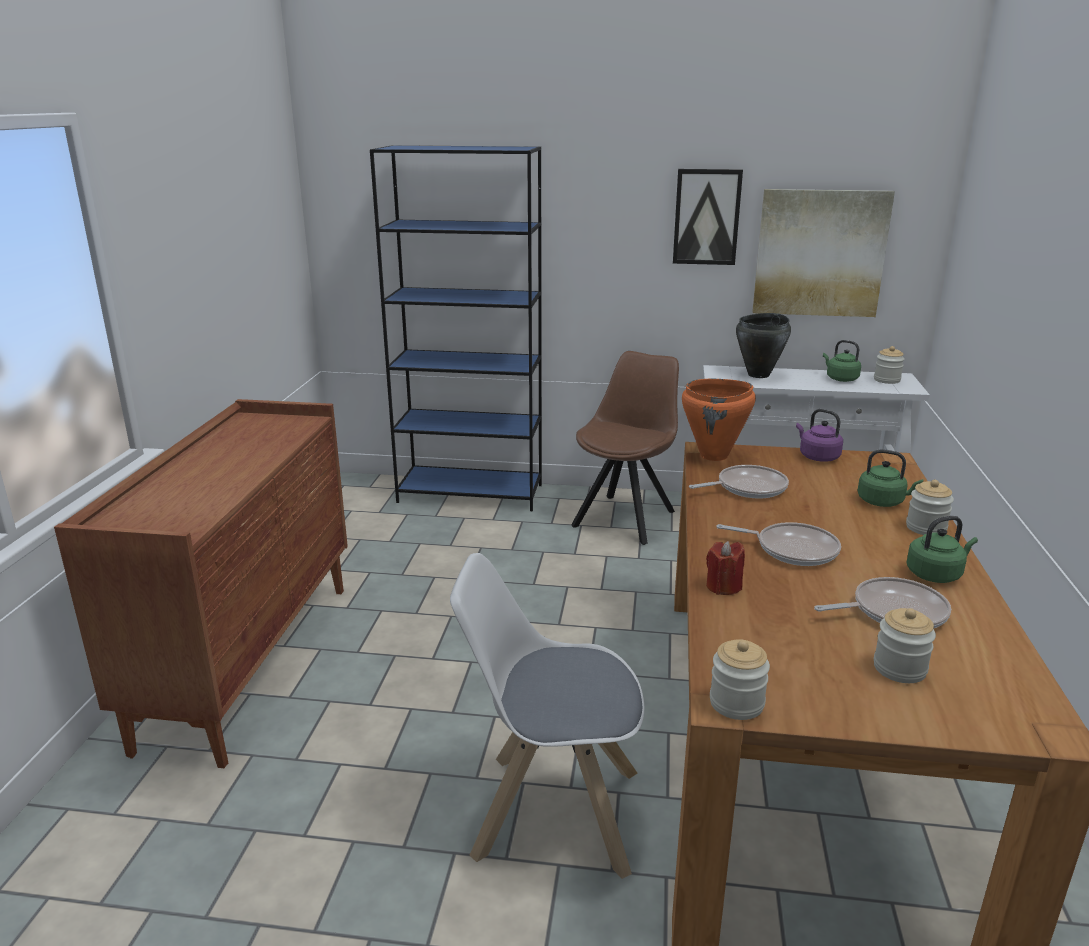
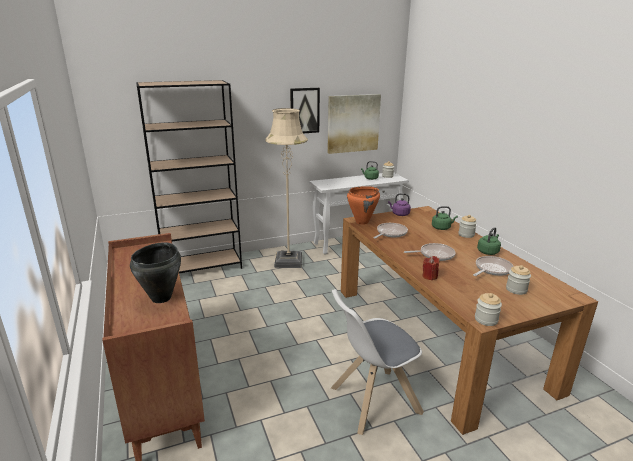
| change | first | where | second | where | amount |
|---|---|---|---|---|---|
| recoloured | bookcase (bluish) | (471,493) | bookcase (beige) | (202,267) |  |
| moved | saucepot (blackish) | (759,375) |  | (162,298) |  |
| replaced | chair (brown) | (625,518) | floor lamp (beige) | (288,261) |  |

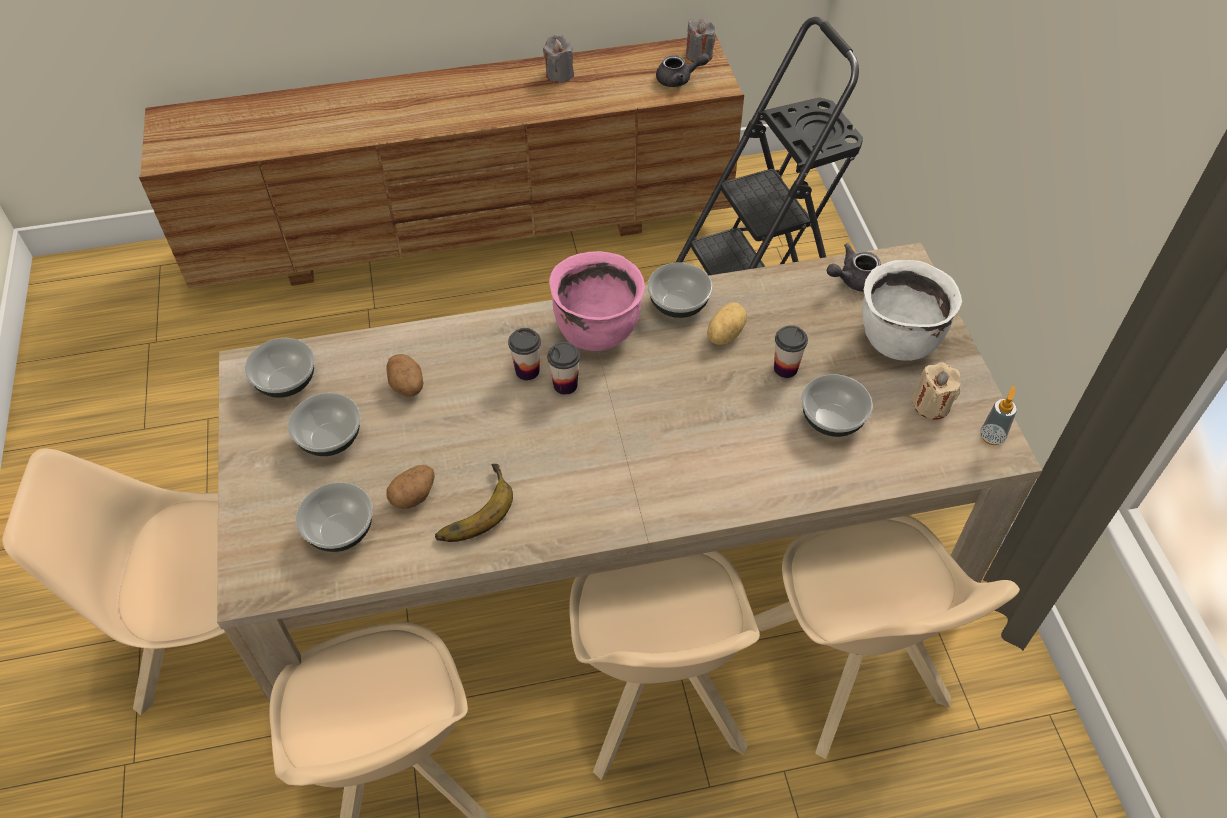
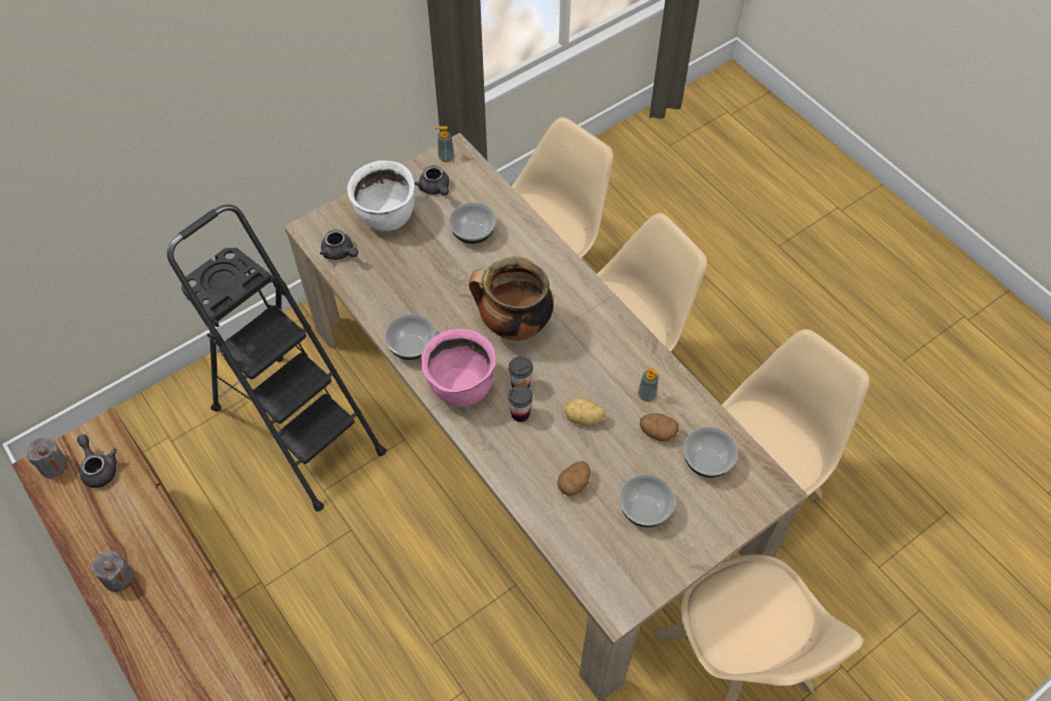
| change | first | where | second | where | amount |
|---|---|---|---|---|---|
| moved | potato | (724,334) |  | (583,419) |  |
| removed | drinking cup | (785,368) |  |  |  |
| removed | serving bowl | (287,381) |  |  |  |
| replaced | wax light (beige) | (931,405) | teapot (gray) | (435,189) |  |
| replaced | whole banana | (471,508) | soap dispenser | (647,395) |  |
| added |  |  | saucepot | (513,326) |  |

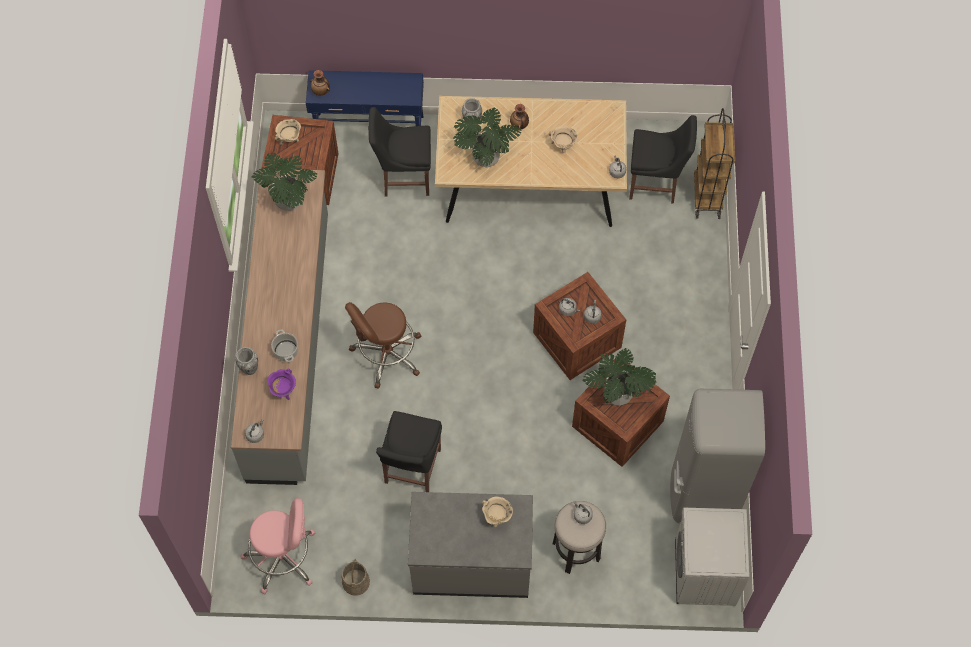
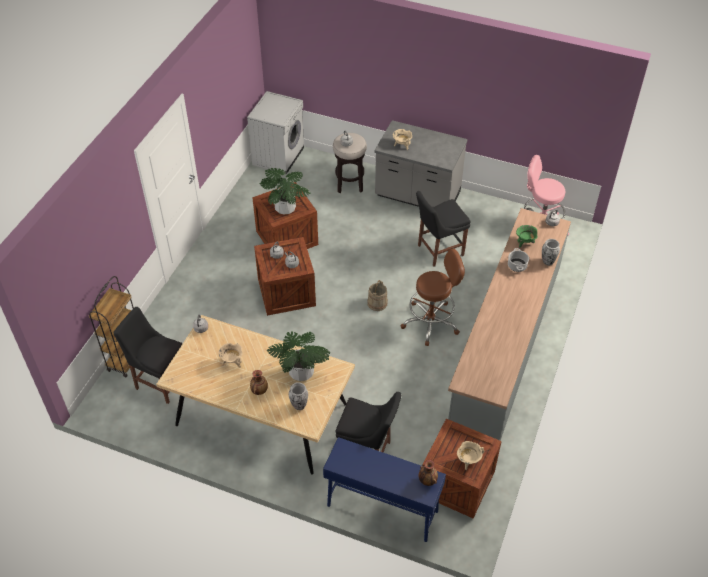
| change | first | where | second | where | amount |
|---|---|---|---|---|---|
| removed | houseplant | (289,200) |  |  |  |
| recoloured | saucepot (purple) | (283,390) | saucepot (green-coloured) | (525,243) |  |
| removed | refrigerator (gray) | (701,495) |  |  |  |
| turned | chair (blackish) | (411,469) |  | (438,251) | 150 degrees counterclockwise |
| moved | water bucket (beige) | (355,582) |  | (377,303) |  |

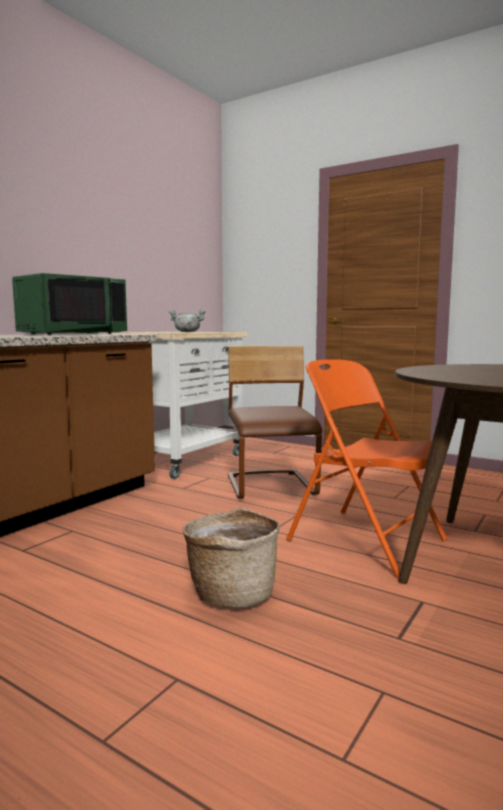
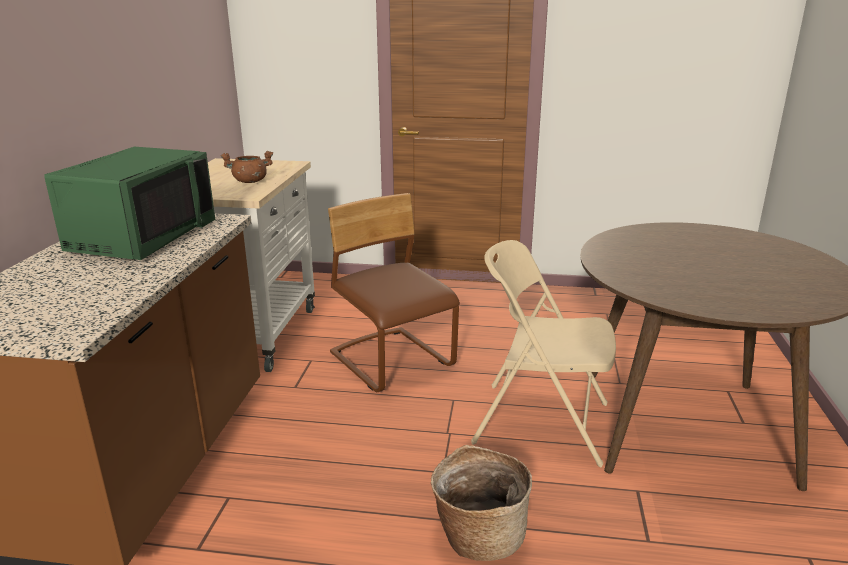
| change | first | where | second | where | amount |
|---|---|---|---|---|---|
| recoloured | saucepot (gray) | (187,332) | saucepot (brown) | (250,181) |  |
| recoloured | chair (orange-coloured) | (366,540) | chair (beige) | (542,422) |  |

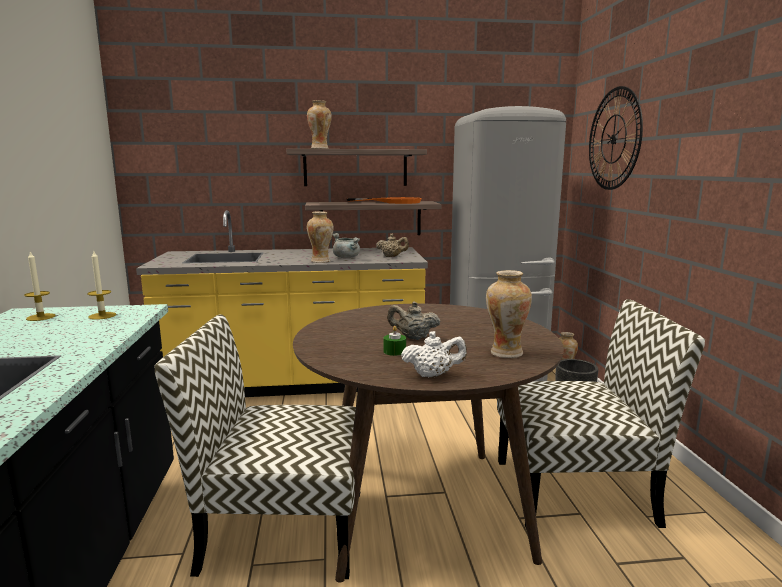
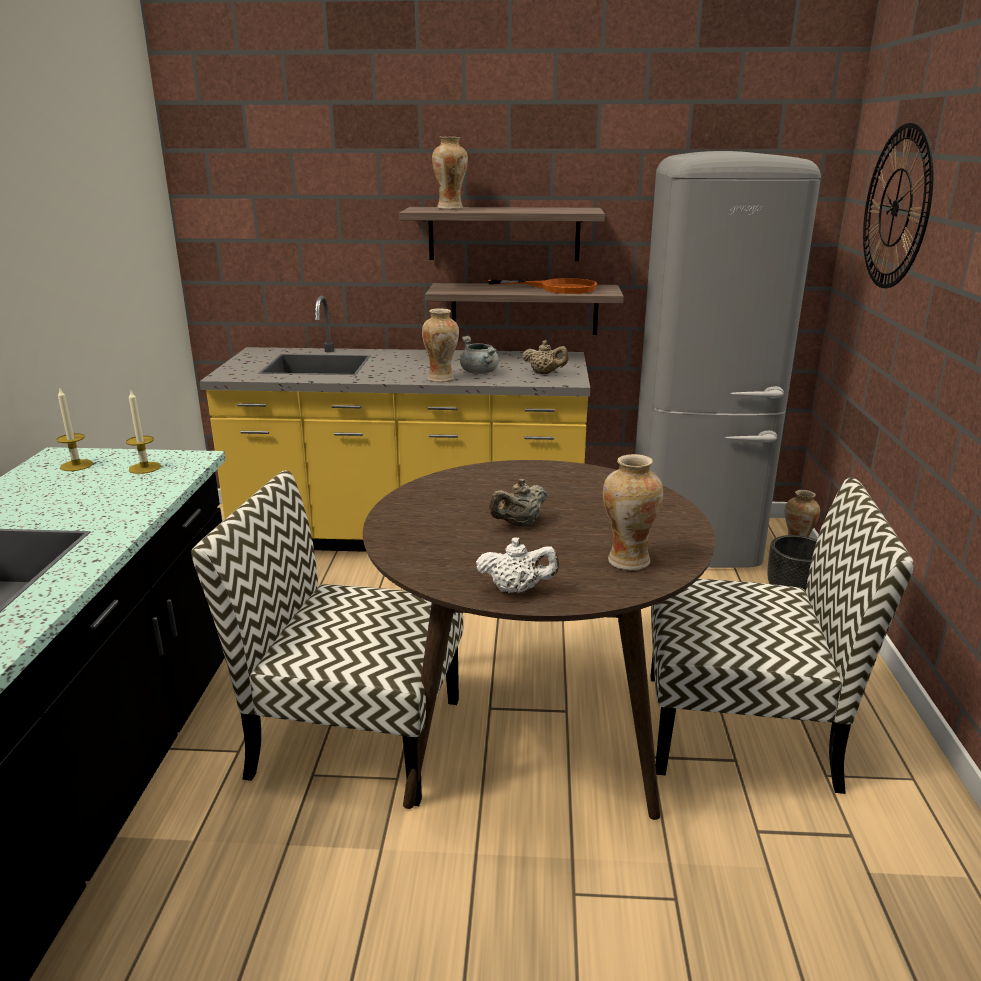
| change | first | where | second | where | amount |
|---|---|---|---|---|---|
| turned | teapot (beige) | (413,337) |  | (519,524) | 60 degrees counterclockwise |
| removed | wax light (green-coloured) | (394,351) |  |  |  |

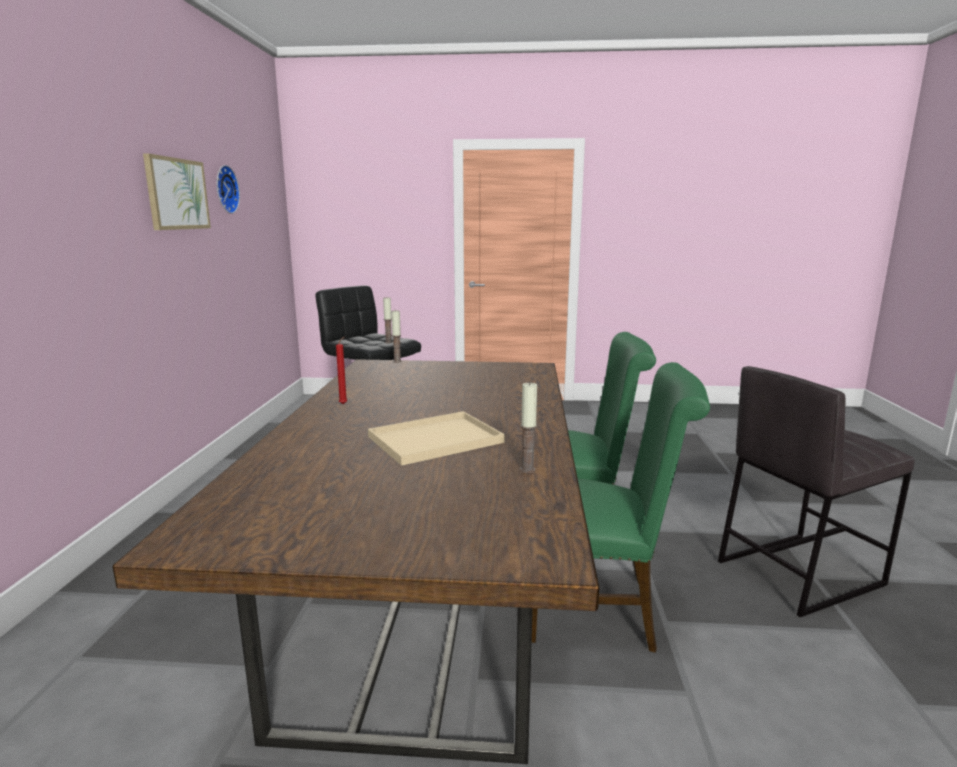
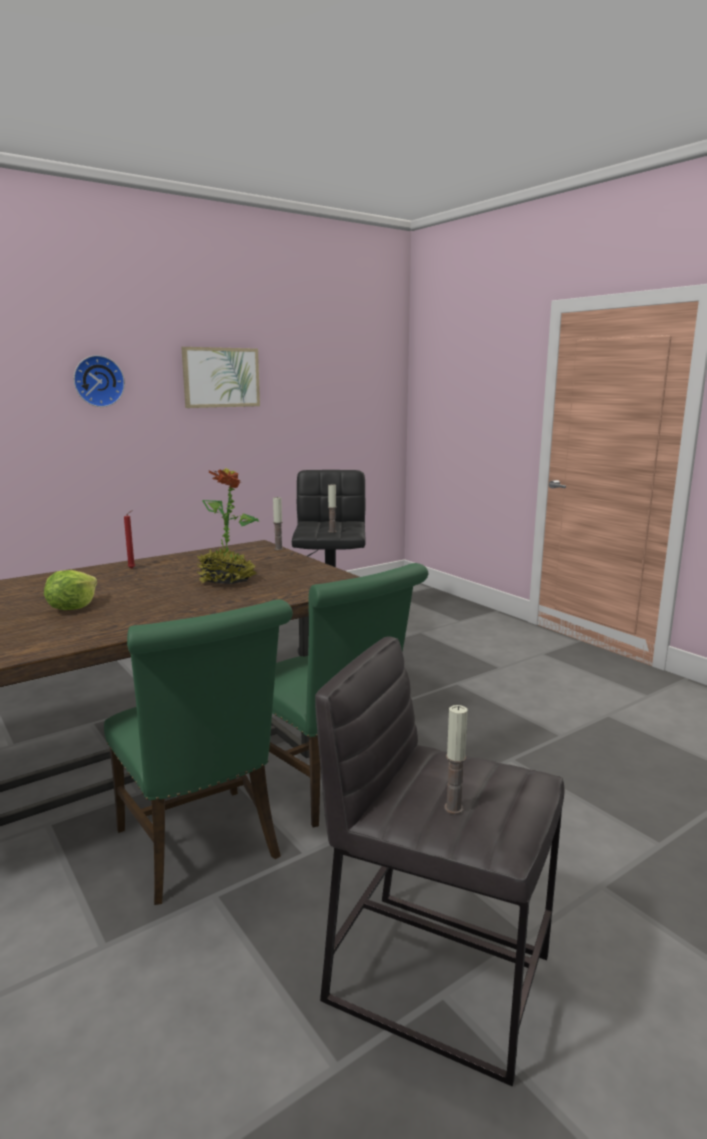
| change | first | where | second | where | amount |
|---|---|---|---|---|---|
| moved | hanging clock | (224,189) |  | (98,381) |  |
| moved | wax light | (527,469) |  | (453,808) |  |
| replaced | carrying tray (beige) | (433,440) | head of lettuce | (72,608) |  |
| added |  |  | houseplant | (227,581) |  |

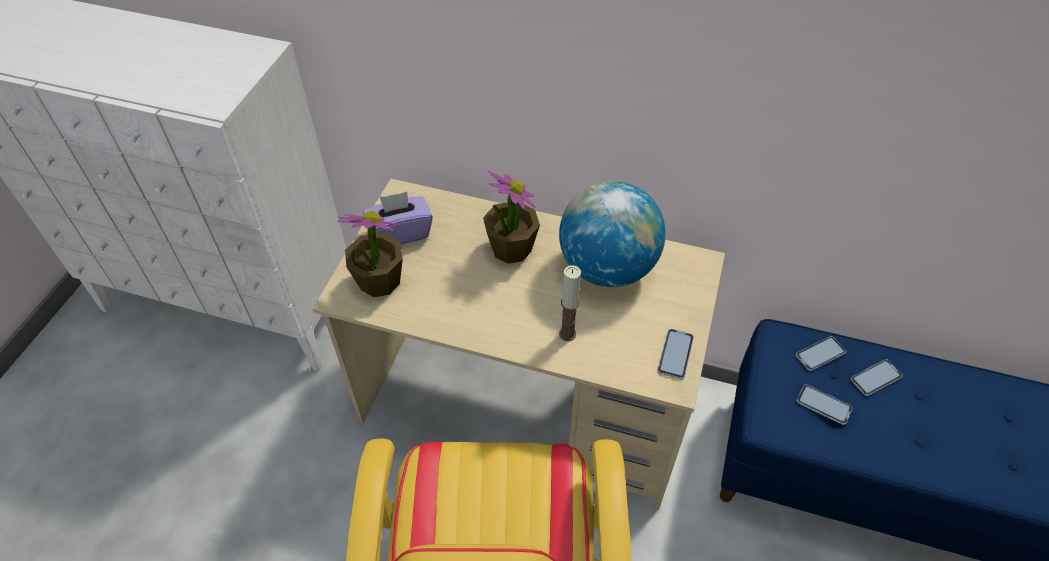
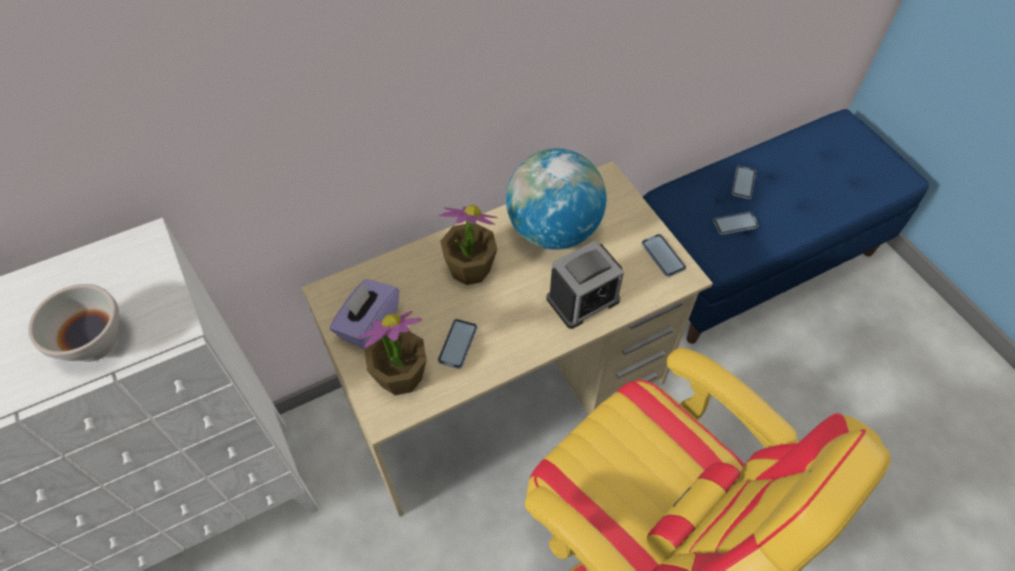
| change | first | where | second | where | amount |
|---|---|---|---|---|---|
| replaced | wax light | (567,334) | table clock | (583,299) |  |
| moved | handset | (820,354) |  | (457,344) |  |
| added |  |  | serving bowl (whitish) | (92,343) |  |

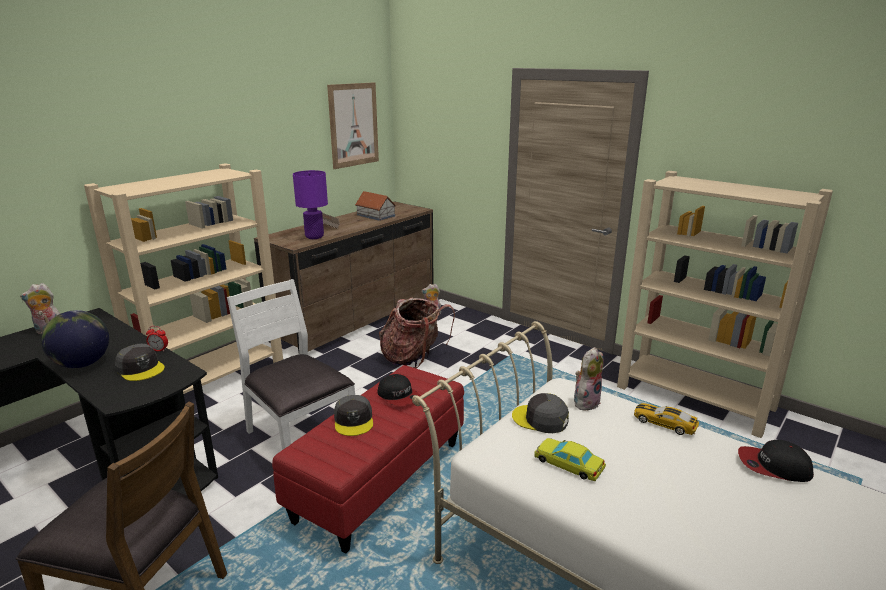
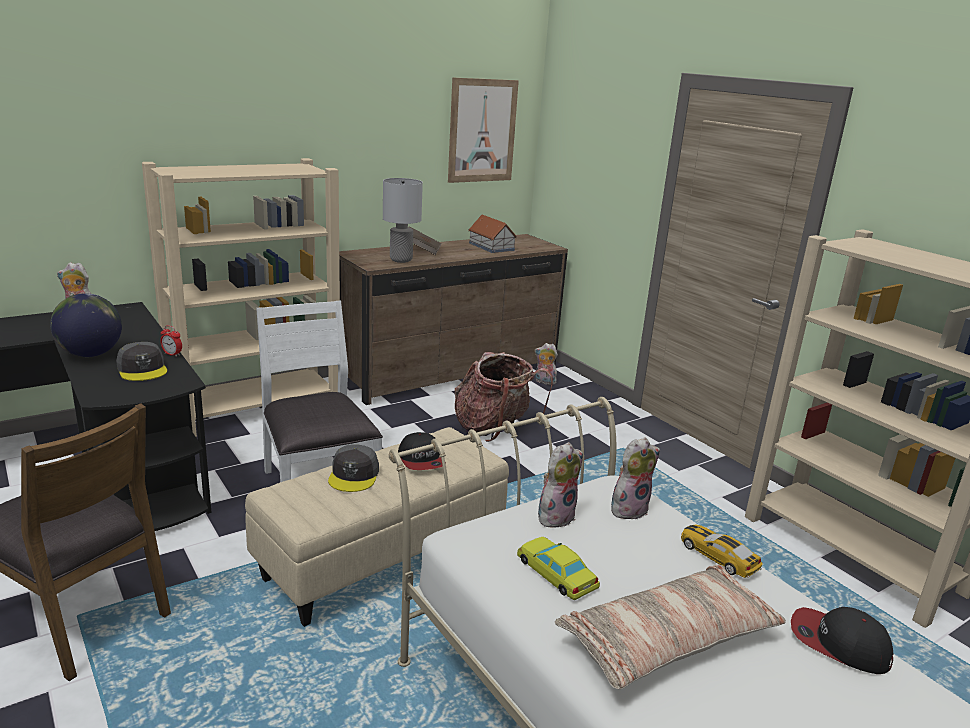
| change | first | where | second | where | amount |
|---|---|---|---|---|---|
| recoloured | table lamp (purple) | (314,238) | table lamp (gray) | (400,261) |  |
| recoloured | pouffe (red-coloured) | (379,481) | pouffe (beige) | (382,558) |  |
| replaced | cap (gray) | (540,419) | cuddly toy | (555,516) |  |
| added |  |  | throw pillow | (669,641) |  |

